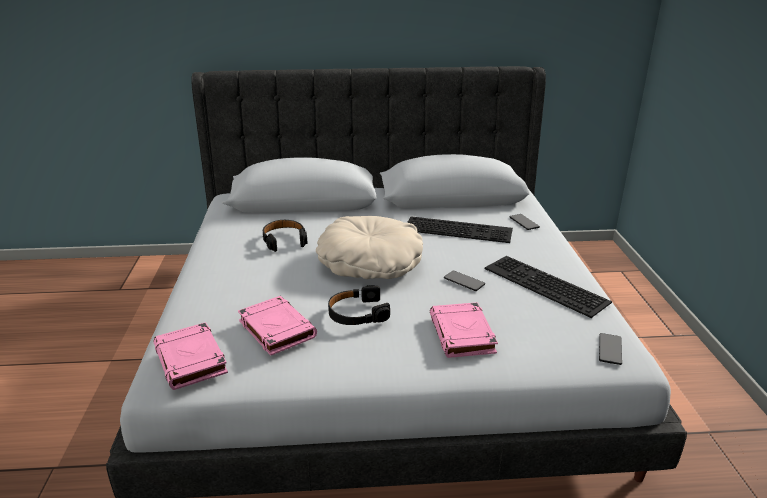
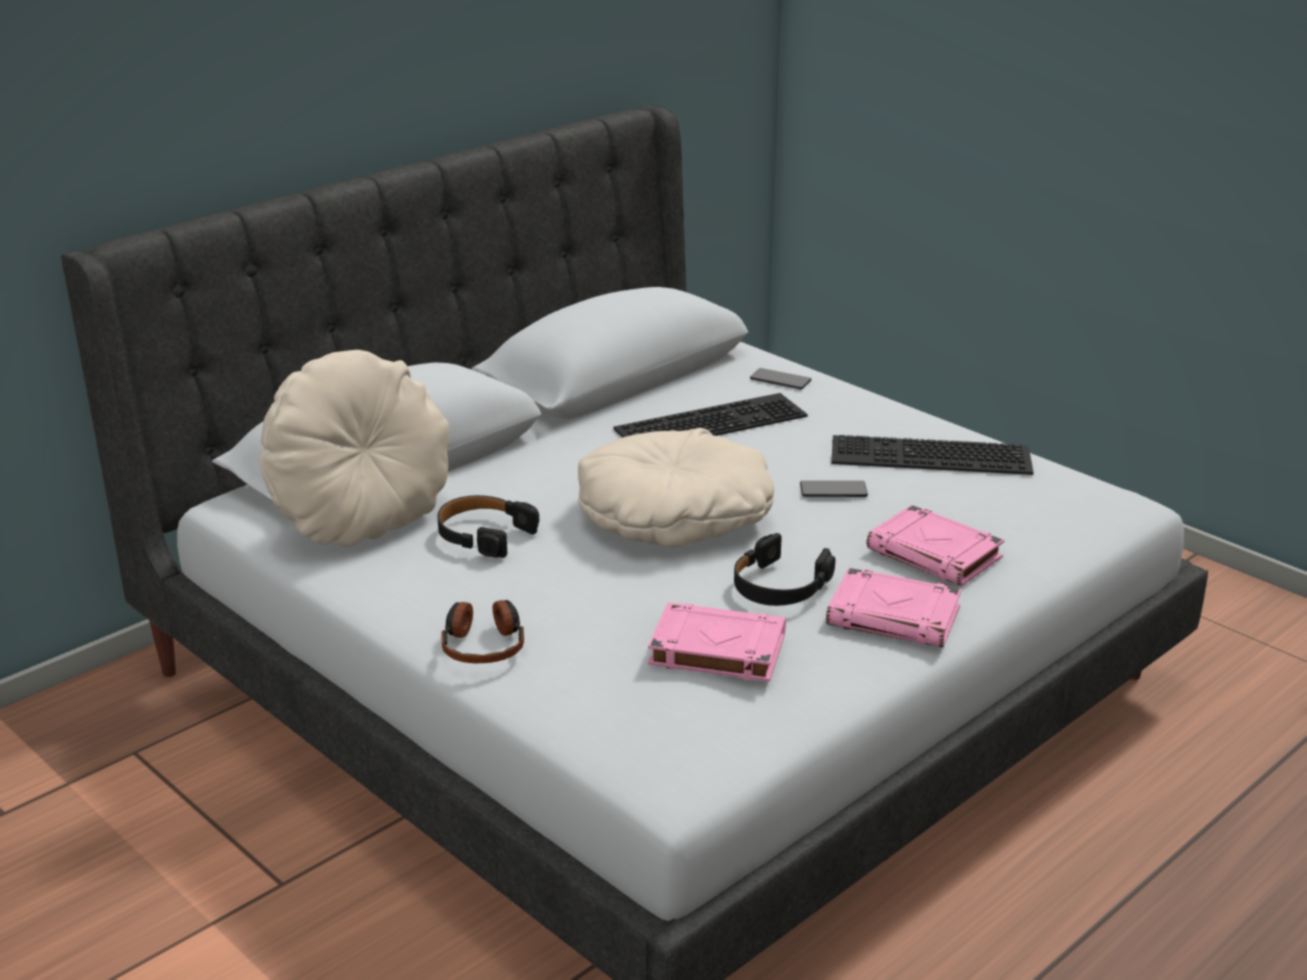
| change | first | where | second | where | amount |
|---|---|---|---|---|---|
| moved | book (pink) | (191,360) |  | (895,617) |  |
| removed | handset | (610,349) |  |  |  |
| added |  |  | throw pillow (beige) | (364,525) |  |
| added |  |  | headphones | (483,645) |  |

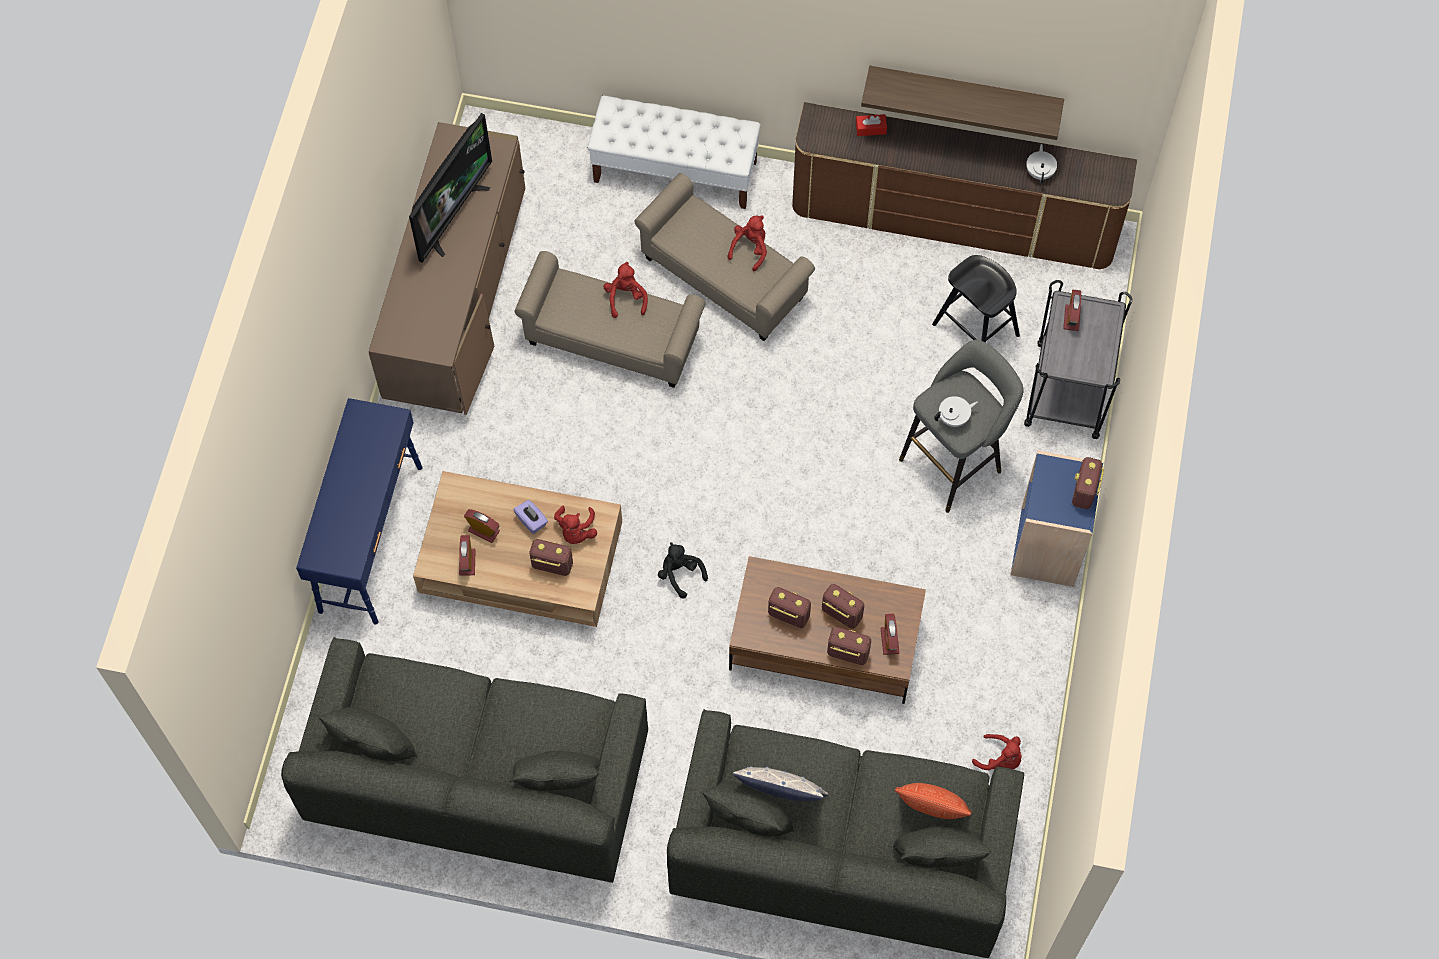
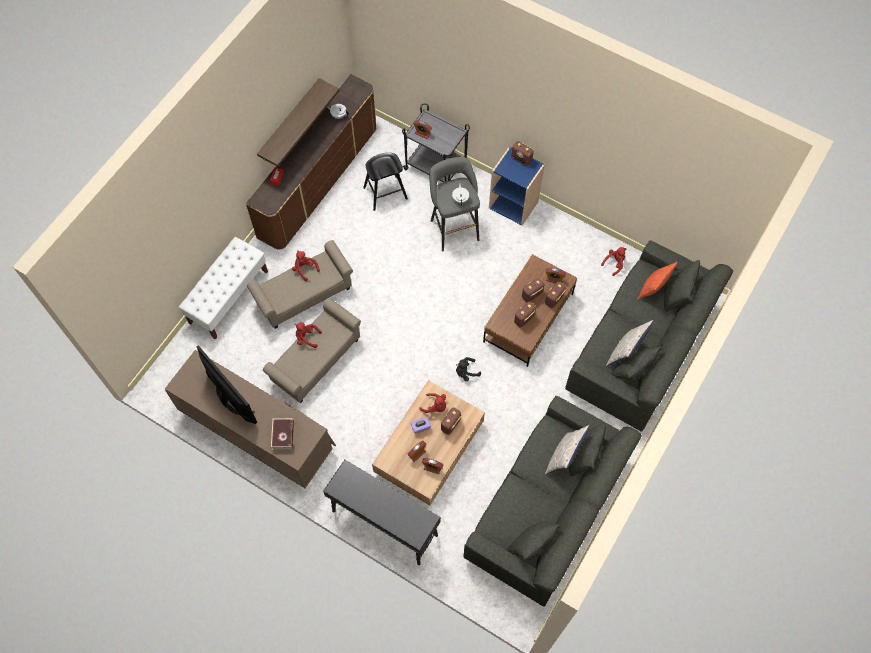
| change | first | where | second | where | amount |
|---|---|---|---|---|---|
| recoloured | hall table (bluish) | (372,539) | hall table (blackish) | (385,522) |  |
| added |  |  | book | (283,435) |  |
| added |  |  | throw pillow | (563,457) |  |

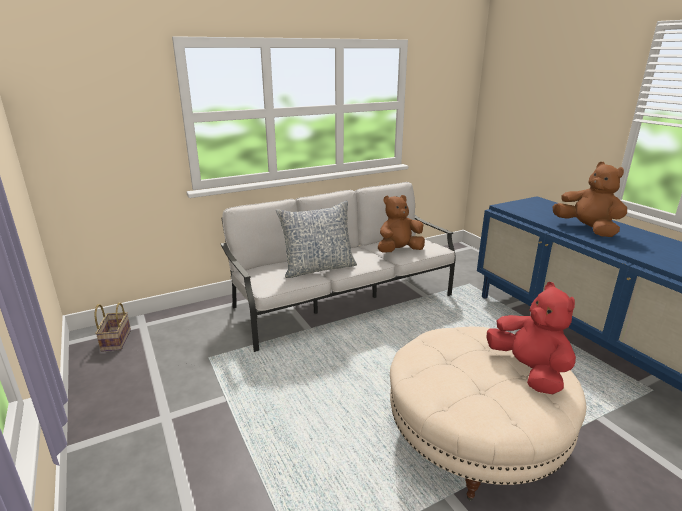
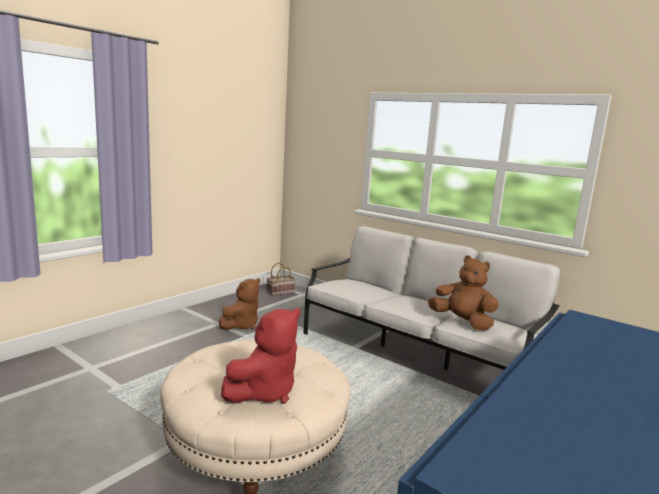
| change | first | where | second | where | amount |
|---|---|---|---|---|---|
| moved | cuddly toy (brown) | (587,229) |  | (241,325) |  |
| removed | throw pillow | (318,268) |  |  |  |

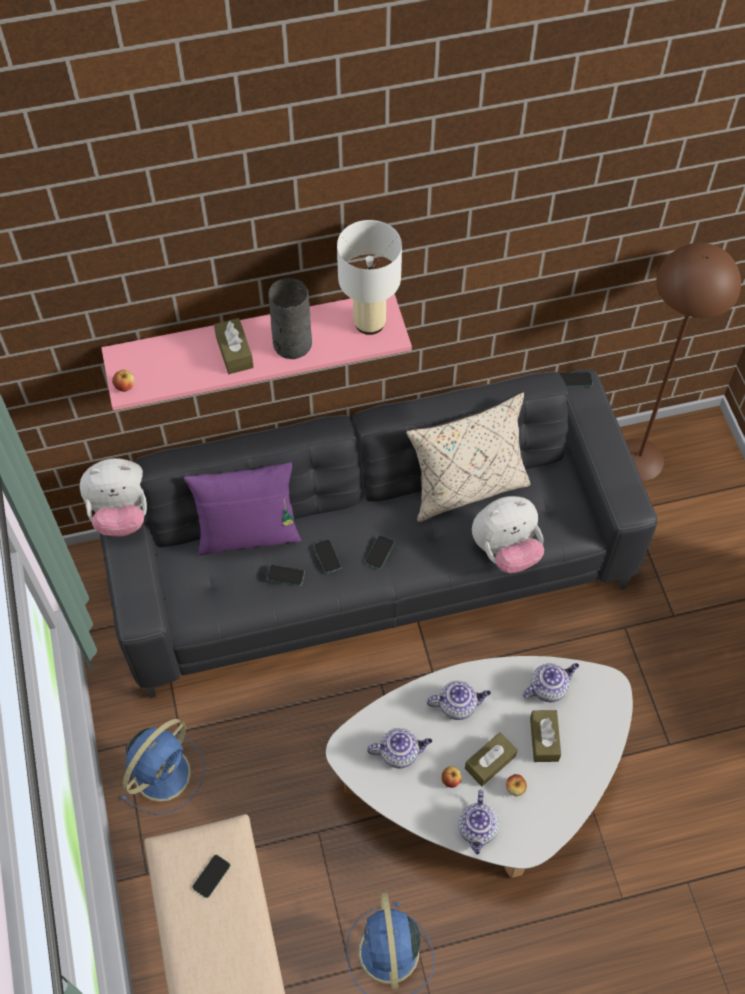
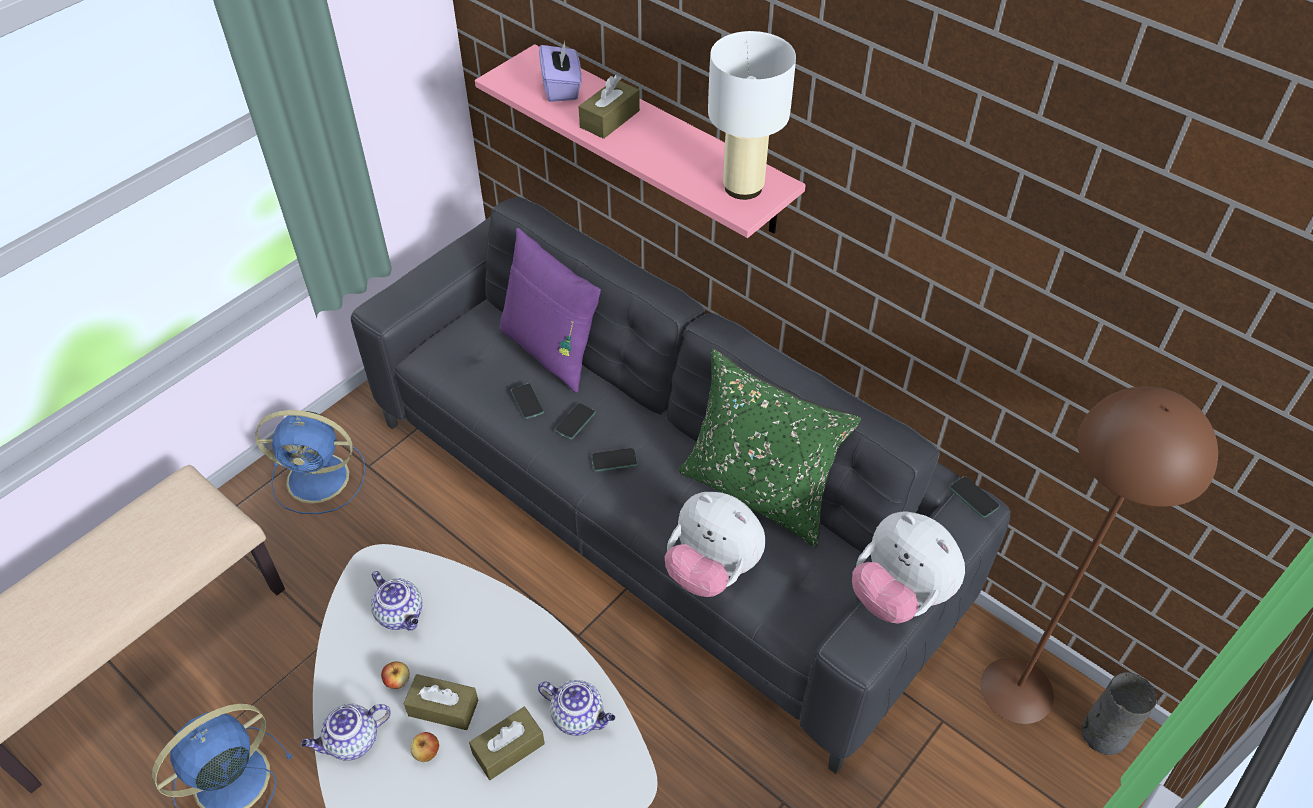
| change | first | where | second | where | amount |
|---|---|---|---|---|---|
| moved | decorative vase (gray) | (291,344) |  | (1102,733) |  |
| removed | apple | (125,386) |  |  |  |
| recoloured | throw pillow (beige) | (466,487) | throw pillow (green-coloured) | (759,491) |  |
| moved | cuddly toy | (122,514) |  | (899,594) |  |
| removed | teapot | (458,705) |  |  |  |
| removed | handset | (211,876) |  |  |  |
| added |  |  | tissue box (purple) | (562,88) |  |

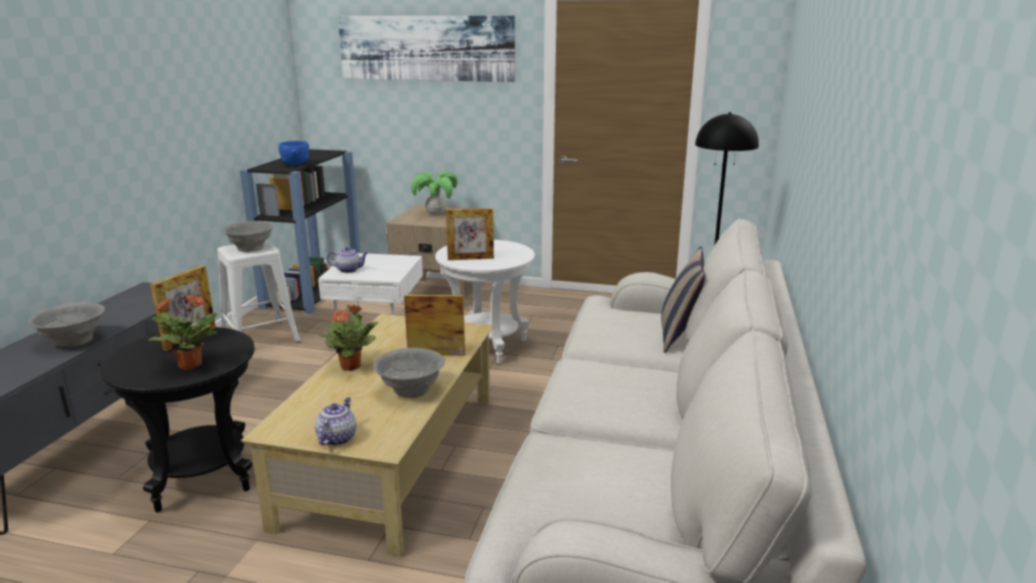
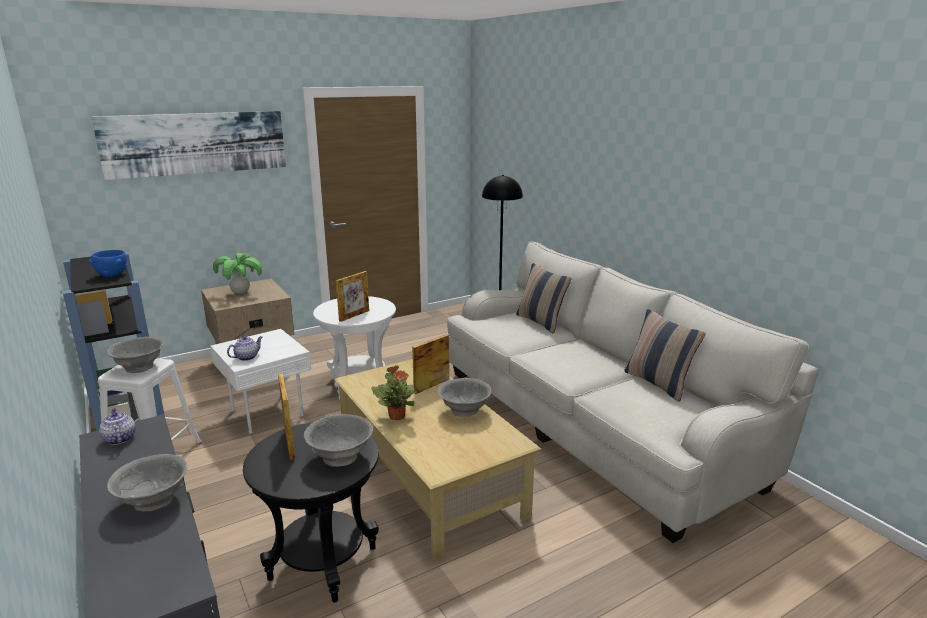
| change | first | where | second | where | amount |
|---|---|---|---|---|---|
| replaced | houseplant | (189,365) | serving bowl (gray) | (340,457) |  |
| moved | teapot | (337,438) |  | (119,438) |  |
| added |  |  | throw pillow | (658,383) |  |

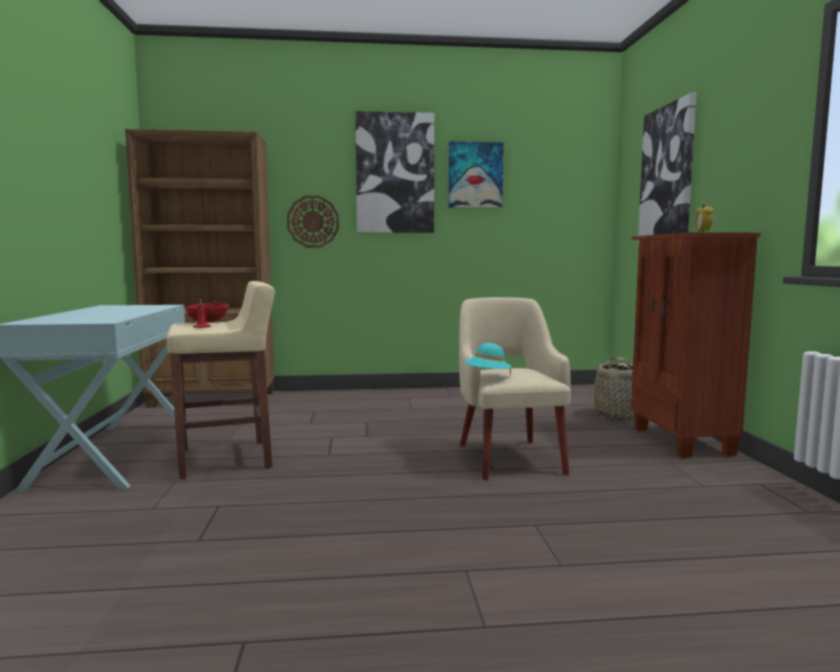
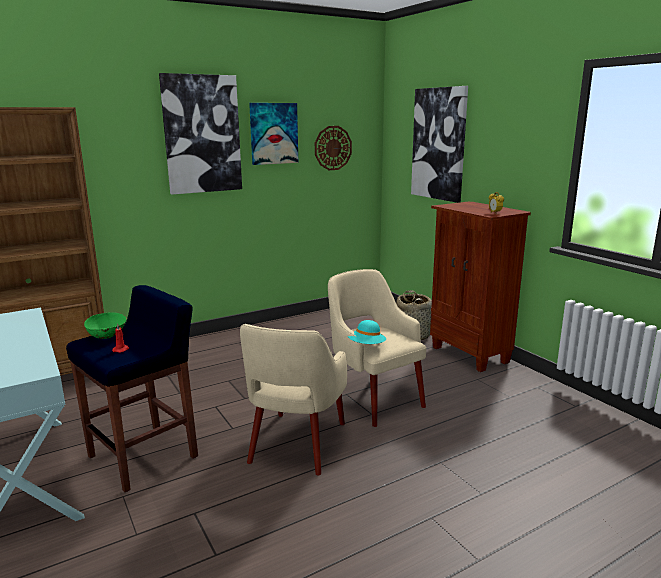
| change | first | where | second | where | amount |
|---|---|---|---|---|---|
| moved | hanging clock | (313,221) |  | (333,148) |  |
| recoloured | stool (beige) | (227,459) | stool (bluish) | (145,456) |  |
| recoloured | serving bowl (red-coloured) | (208,322) | serving bowl (green-coloured) | (107,336) |  |
| added |  |  | easy chair (beige) | (296,444) |  |

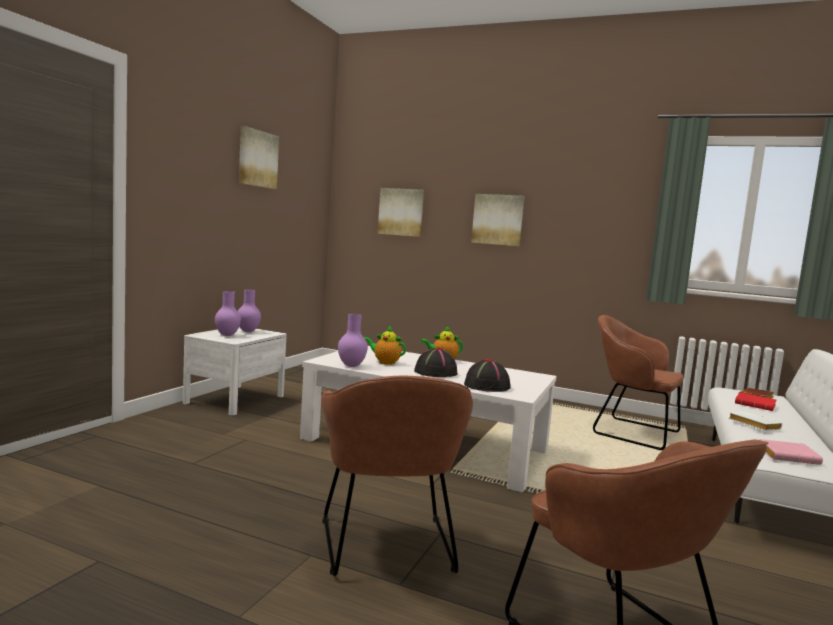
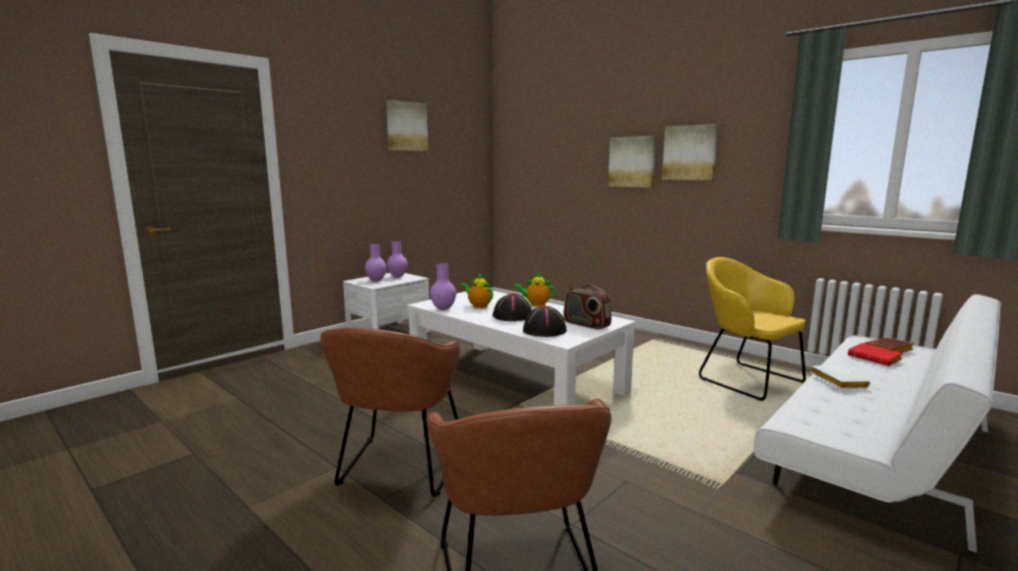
| change | first | where | second | where | amount |
|---|---|---|---|---|---|
| moved | picture | (401,212) |  | (690,152) |  |
| recoloured | easy chair (brown) | (631,432) | easy chair (yellow-coloured) | (745,379) |  |
| removed | book (pink) | (789,456) |  |  |  |
| added |  |  | radio | (586,324) |  |

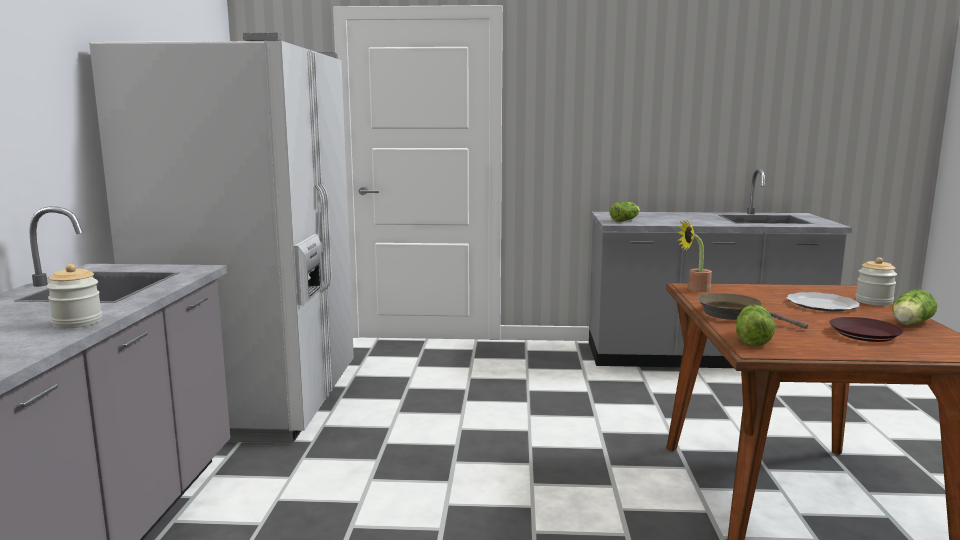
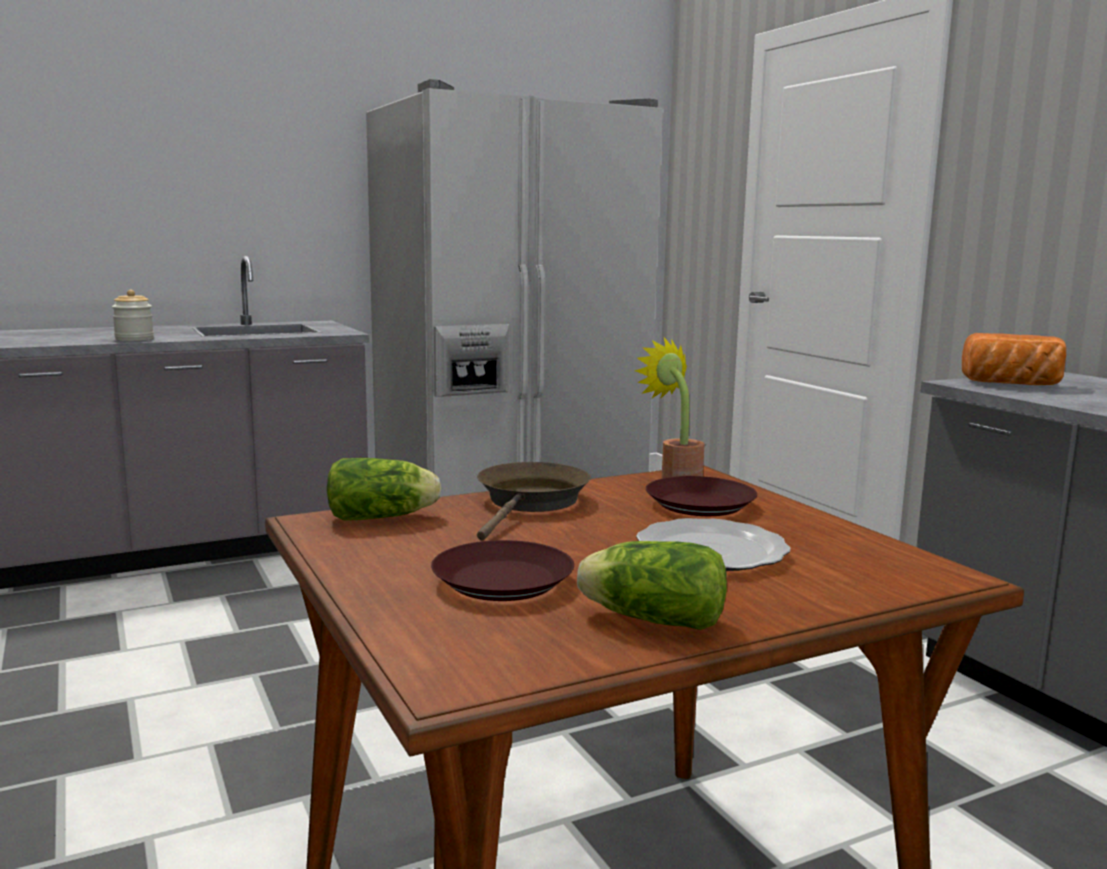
| change | first | where | second | where | amount |
|---|---|---|---|---|---|
| replaced | head of lettuce | (625,220) | bakery bread | (1011,385) |  |
| removed | jar | (873,301) |  |  |  |
| added |  |  | plate (brown) | (699,504) |  |

